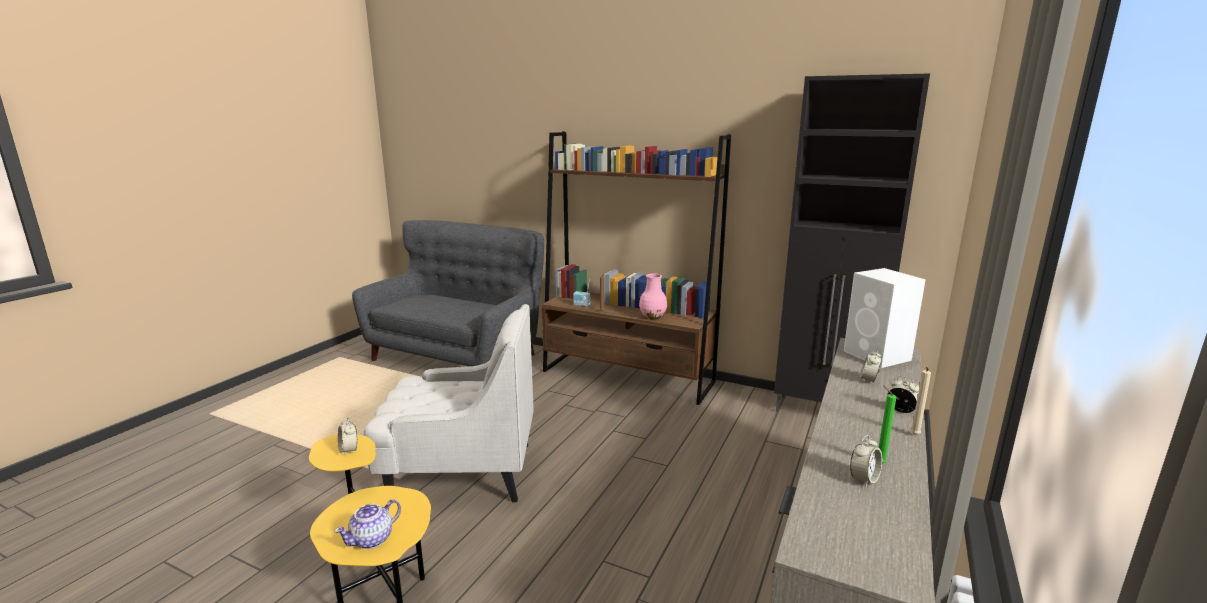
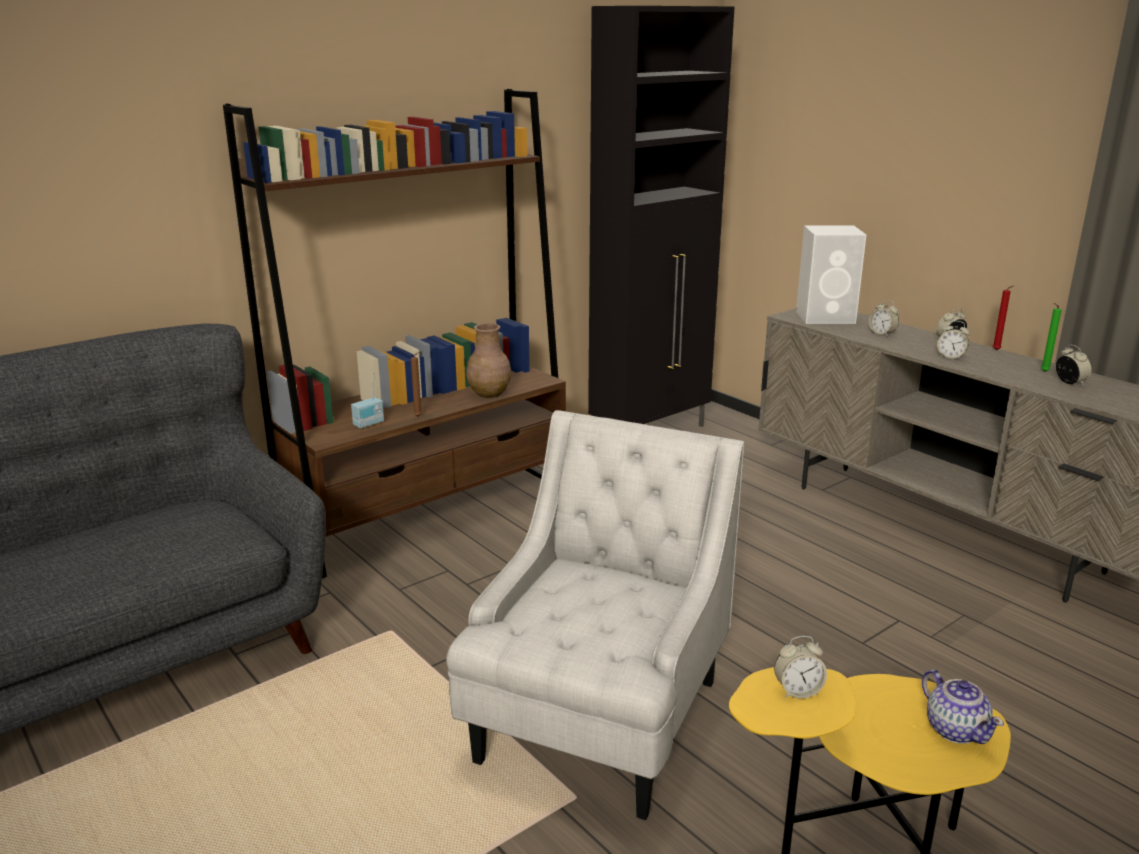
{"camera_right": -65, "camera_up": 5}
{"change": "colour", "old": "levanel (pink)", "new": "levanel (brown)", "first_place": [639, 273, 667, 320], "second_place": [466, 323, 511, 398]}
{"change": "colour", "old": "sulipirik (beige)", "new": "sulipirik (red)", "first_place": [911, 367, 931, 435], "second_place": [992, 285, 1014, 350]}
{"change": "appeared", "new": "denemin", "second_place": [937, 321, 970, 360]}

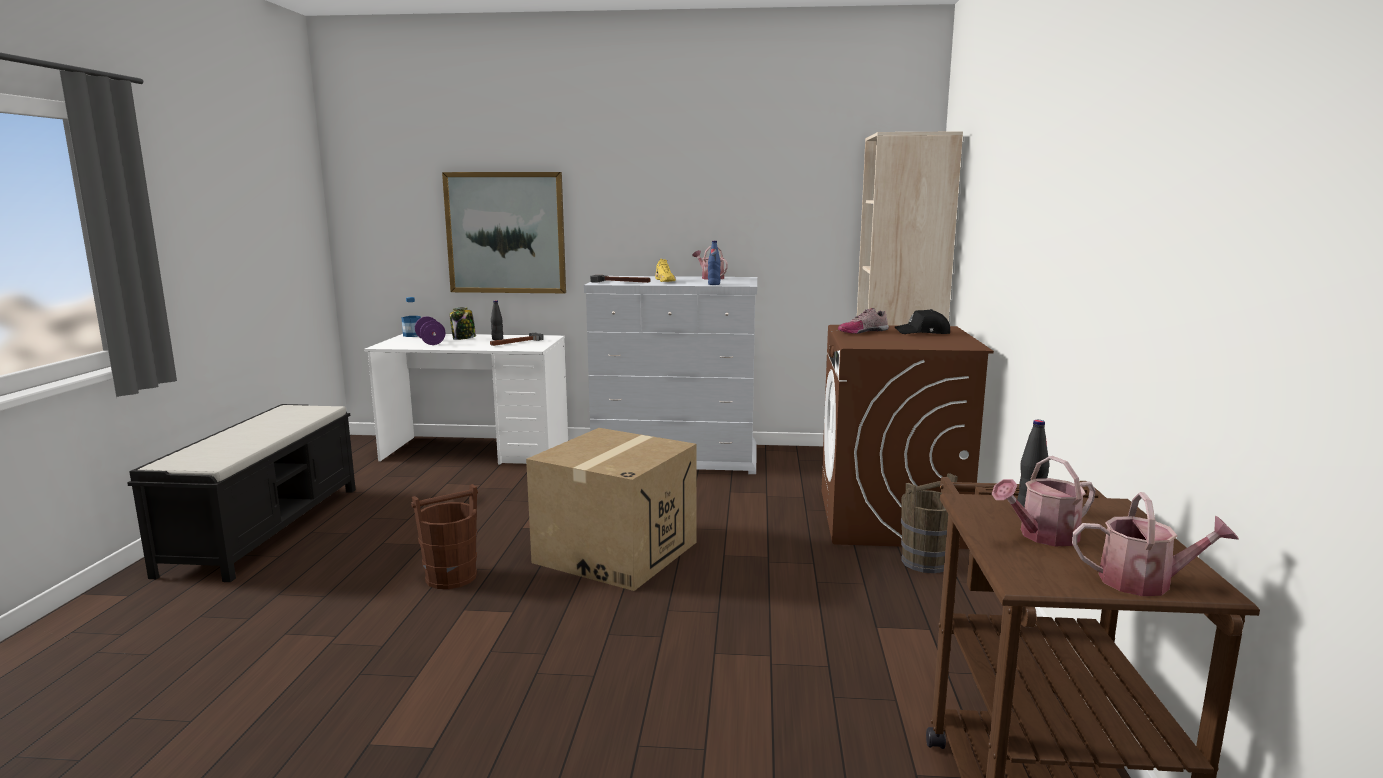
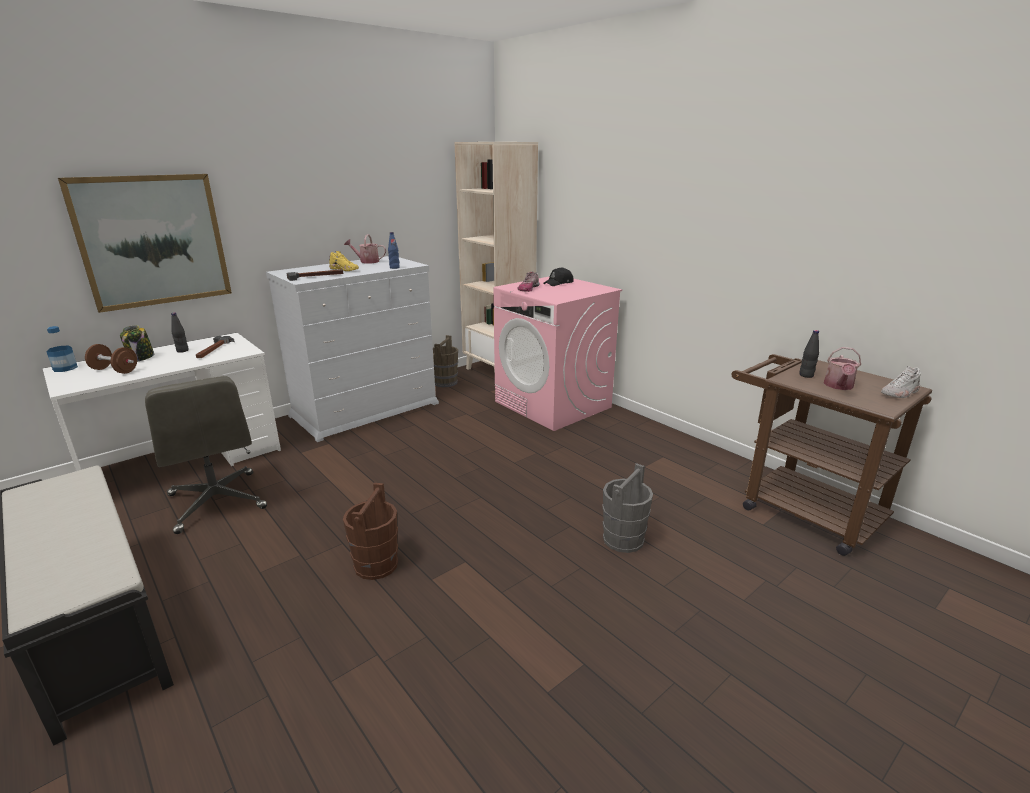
{"camera_right": -45, "camera_up": 10}
{"change": "colour", "old": "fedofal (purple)", "new": "fedofal (brown)", "first_place": [415, 316, 446, 345], "second_place": [85, 344, 137, 374]}
{"change": "colour", "old": "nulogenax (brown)", "new": "nulogenax (pink)", "first_place": [821, 325, 994, 549], "second_place": [493, 276, 622, 431]}
{"change": "missing", "old": "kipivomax", "first_place": [526, 428, 697, 591]}
{"change": "relocated", "old": "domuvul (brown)", "first_place": [901, 473, 958, 573], "second_place": [433, 335, 458, 387]}
{"change": "exchanged", "old": "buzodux", "new": "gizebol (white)", "first_place": [1072, 492, 1239, 596], "second_place": [881, 366, 921, 398]}
{"change": "appeared", "new": "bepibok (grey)", "second_place": [145, 376, 267, 534]}
{"change": "appeared", "new": "domuvul (grey)", "second_place": [602, 463, 653, 553]}

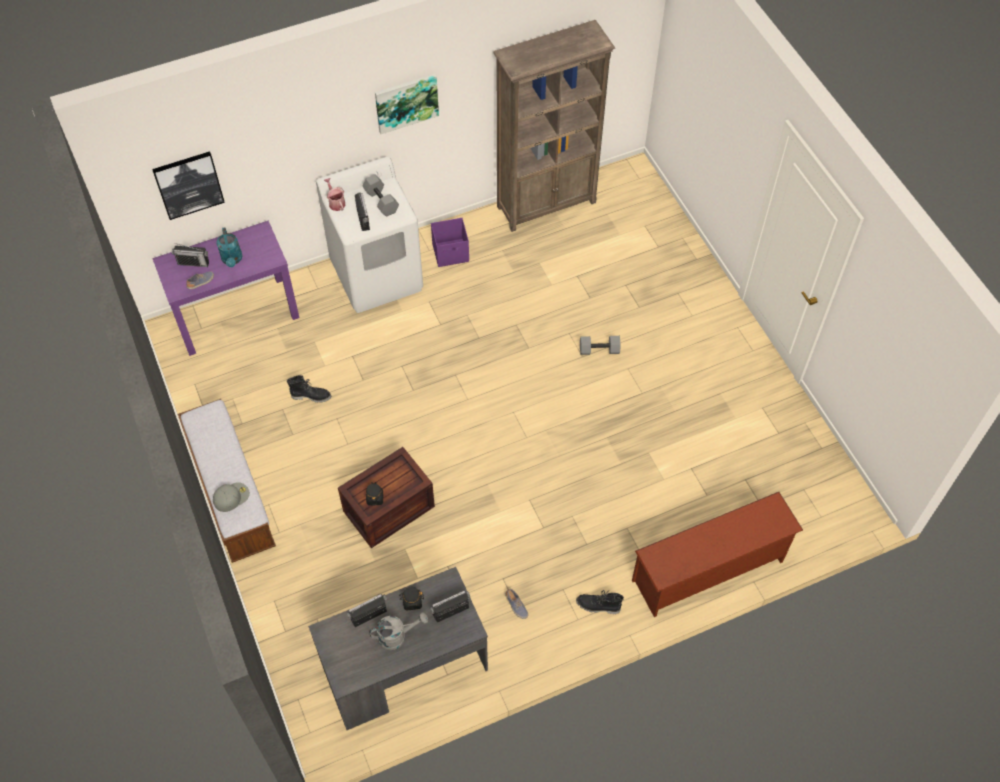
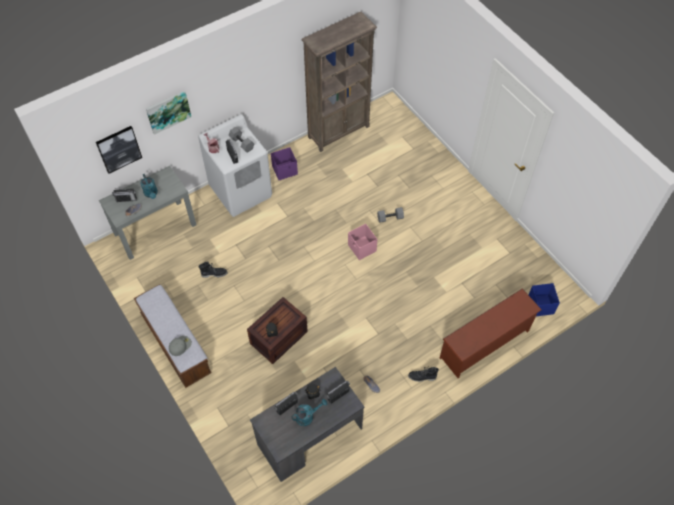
{"camera_right": -10, "camera_up": 0}
{"change": "relocated", "old": "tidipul", "first_place": [375, 74, 439, 134], "second_place": [146, 91, 191, 135]}
{"change": "colour", "old": "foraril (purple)", "new": "foraril (grey)", "first_place": [152, 221, 300, 356], "second_place": [99, 166, 196, 260]}
{"change": "colour", "old": "buzodux (grey)", "new": "buzodux (turquoise)", "first_place": [369, 612, 428, 650], "second_place": [291, 399, 327, 426]}
{"change": "appeared", "new": "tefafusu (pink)", "second_place": [348, 224, 377, 260]}
{"change": "appeared", "new": "tefafusu (blue)", "second_place": [529, 283, 560, 316]}

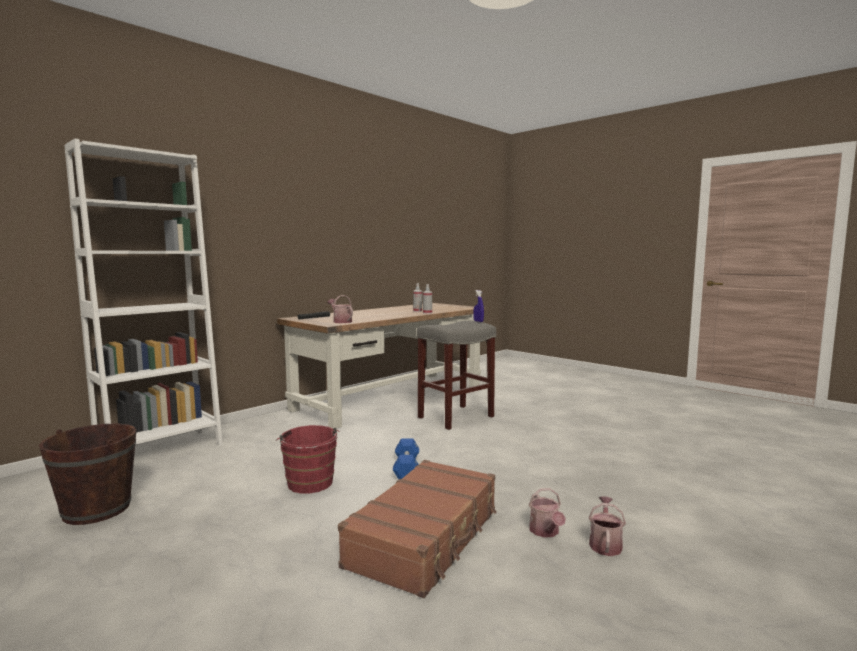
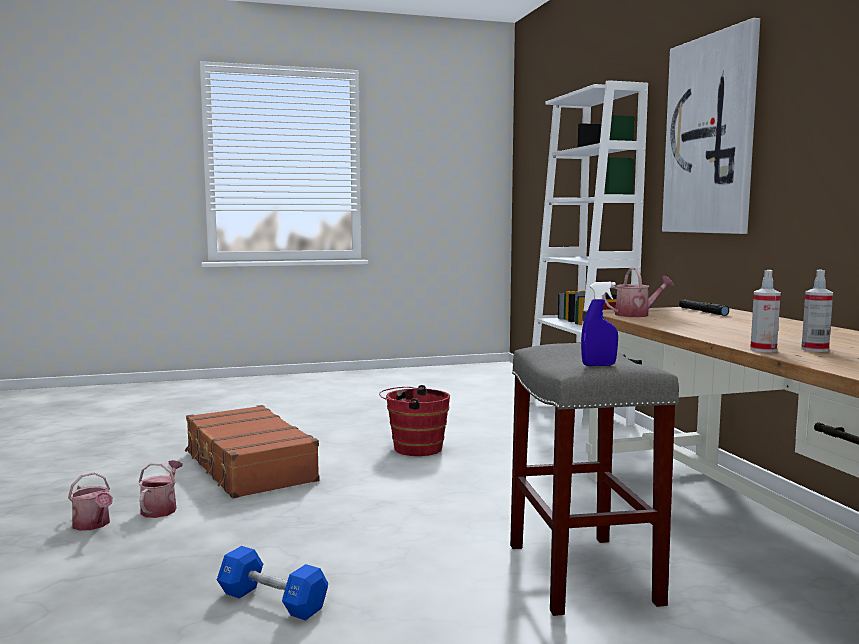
{"camera_right": 120, "camera_up": 0}
{"change": "missing", "old": "domuvul (brown)", "first_place": [39, 423, 136, 525]}
{"change": "relocated", "old": "fedofal (blue)", "first_place": [393, 439, 419, 479], "second_place": [217, 546, 328, 621]}
{"change": "spun", "old": "buzodux", "first_place": [529, 488, 566, 538], "second_place": [139, 460, 183, 518], "degrees": 75}
{"change": "appeared", "new": "tidipul", "second_place": [662, 18, 760, 234]}

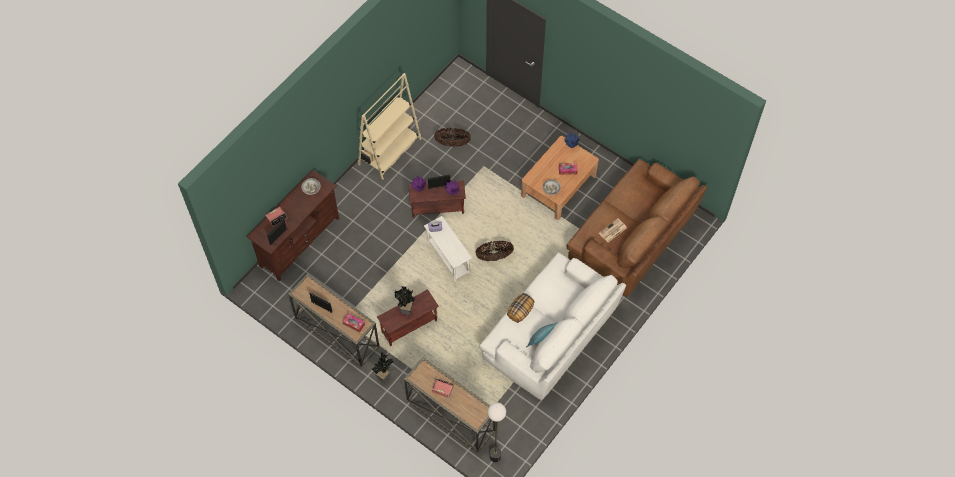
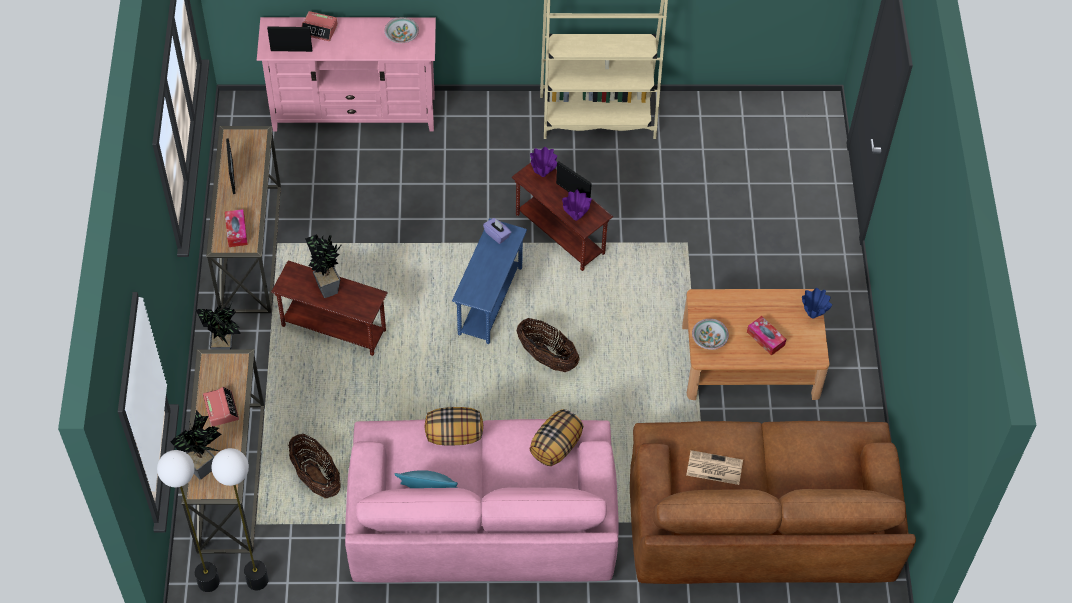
{"camera_right": 50, "camera_up": -5}
{"change": "relocated", "old": "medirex", "first_place": [434, 128, 471, 147], "second_place": [288, 434, 341, 498]}
{"change": "colour", "old": "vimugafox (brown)", "new": "vimugafox (pink)", "first_place": [247, 170, 339, 281], "second_place": [257, 17, 436, 131]}
{"change": "colour", "old": "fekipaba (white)", "new": "fekipaba (blue)", "first_place": [424, 216, 472, 281], "second_place": [452, 218, 527, 344]}
{"change": "colour", "old": "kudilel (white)", "new": "kudilel (pink)", "first_place": [480, 253, 626, 400], "second_place": [345, 419, 619, 583]}
{"change": "appeared", "new": "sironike", "second_place": [529, 409, 584, 466]}
{"change": "appeared", "new": "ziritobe", "second_place": [171, 410, 222, 480]}
{"change": "appeared", "new": "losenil", "second_place": [212, 448, 268, 590]}

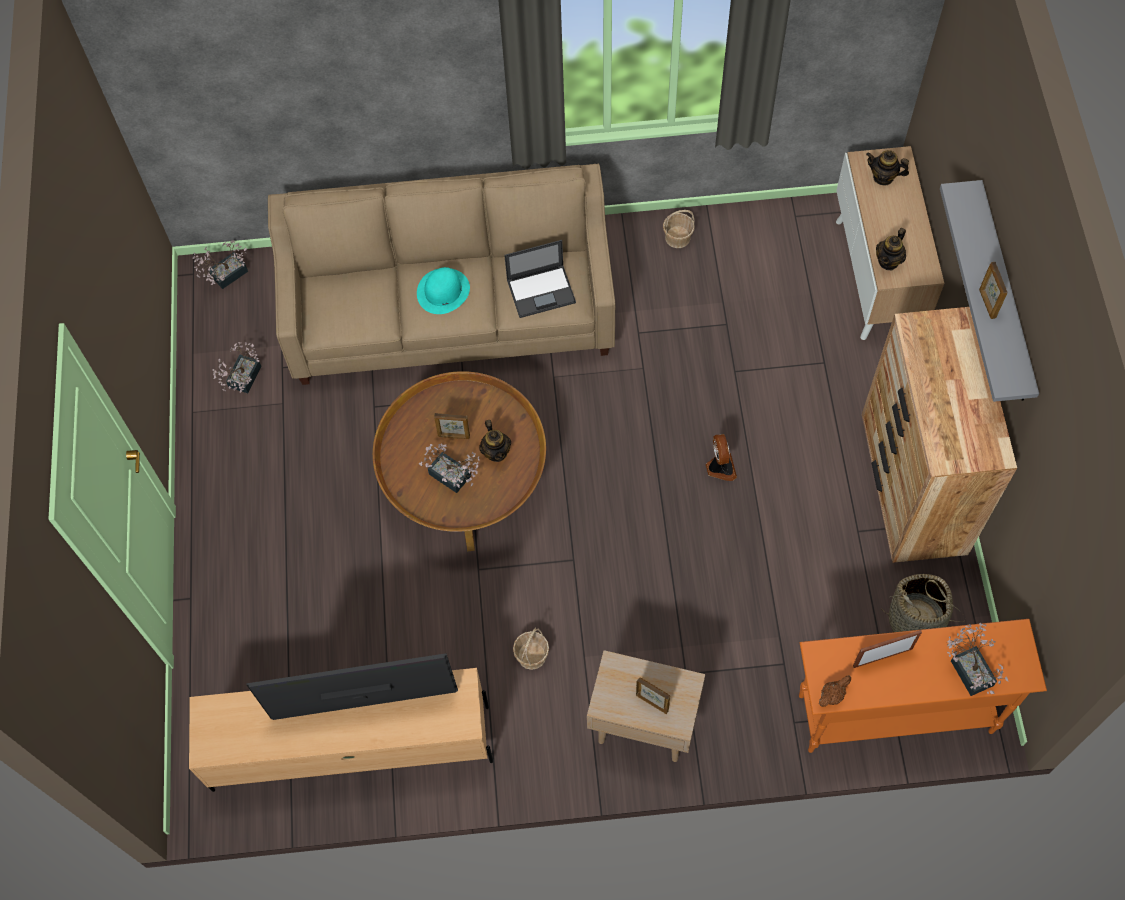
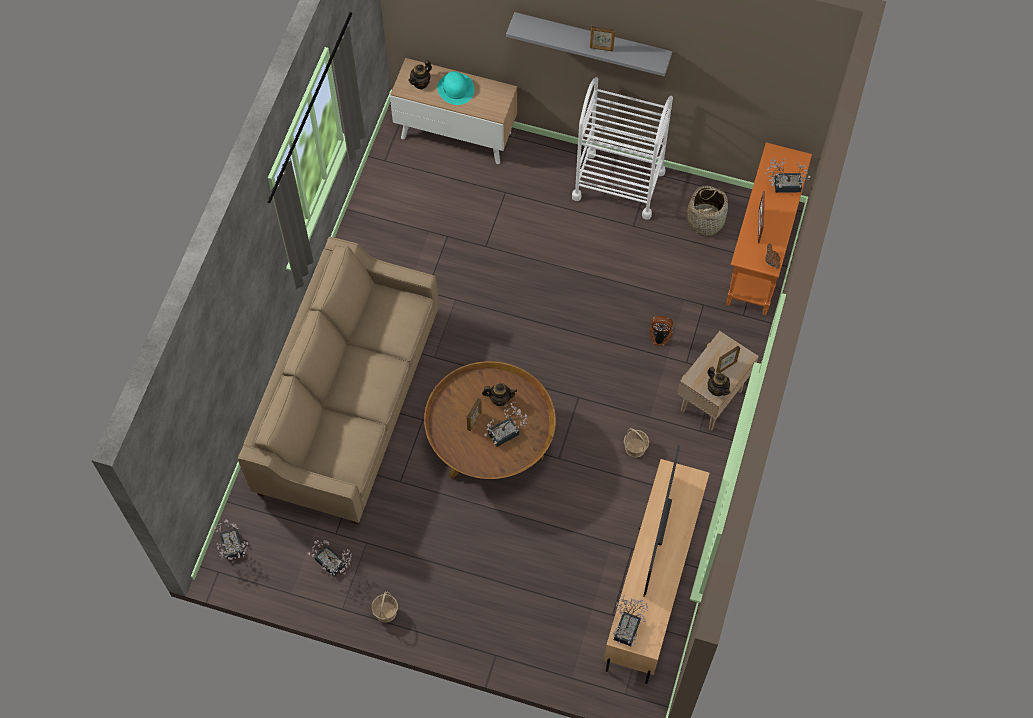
{"camera_right": -70, "camera_up": 0}
{"change": "relocated", "old": "medirex", "first_place": [663, 210, 695, 248], "second_place": [371, 591, 398, 623]}
{"change": "relocated", "old": "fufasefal", "first_place": [876, 228, 906, 270], "second_place": [707, 367, 731, 396]}
{"change": "missing", "old": "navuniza", "first_place": [504, 240, 576, 318]}
{"change": "relocated", "old": "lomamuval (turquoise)", "first_place": [417, 267, 470, 314], "second_place": [437, 71, 475, 105]}
{"change": "exchanged", "old": "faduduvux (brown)", "new": "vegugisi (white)", "first_place": [862, 307, 1017, 563], "second_place": [572, 77, 673, 220]}
{"change": "relocated", "old": "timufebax", "first_place": [706, 434, 737, 481], "second_place": [649, 316, 673, 346]}
{"change": "appeared", "new": "ziritobe", "second_place": [613, 595, 649, 646]}

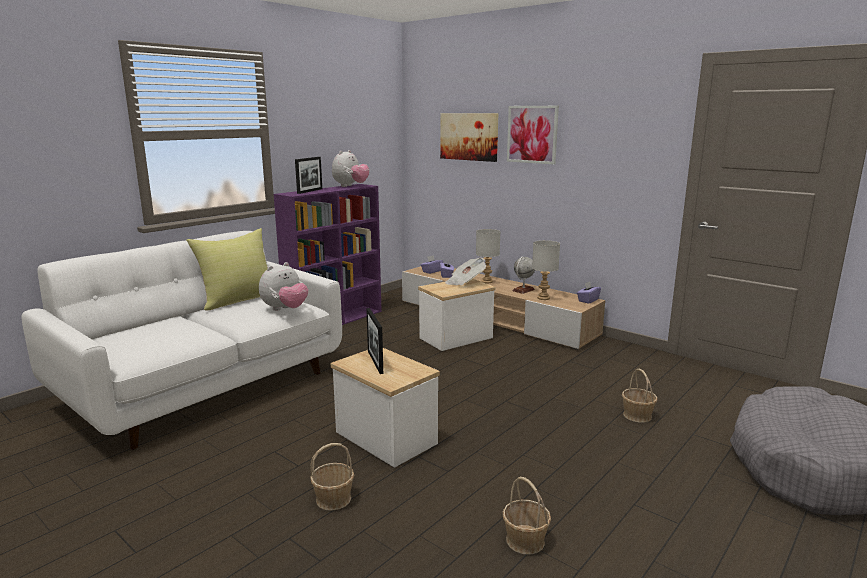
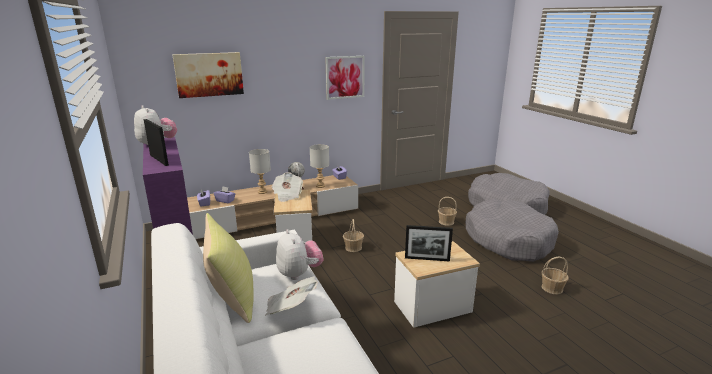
{"camera_right": -65, "camera_up": 5}
{"change": "relocated", "old": "tidipul", "first_place": [507, 106, 559, 164], "second_place": [325, 56, 365, 100]}
{"change": "relocated", "old": "medirex", "first_place": [310, 443, 354, 511], "second_place": [343, 219, 364, 252]}
{"change": "appeared", "new": "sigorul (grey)", "second_place": [466, 199, 559, 262]}
{"change": "appeared", "new": "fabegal", "second_place": [265, 276, 318, 316]}

